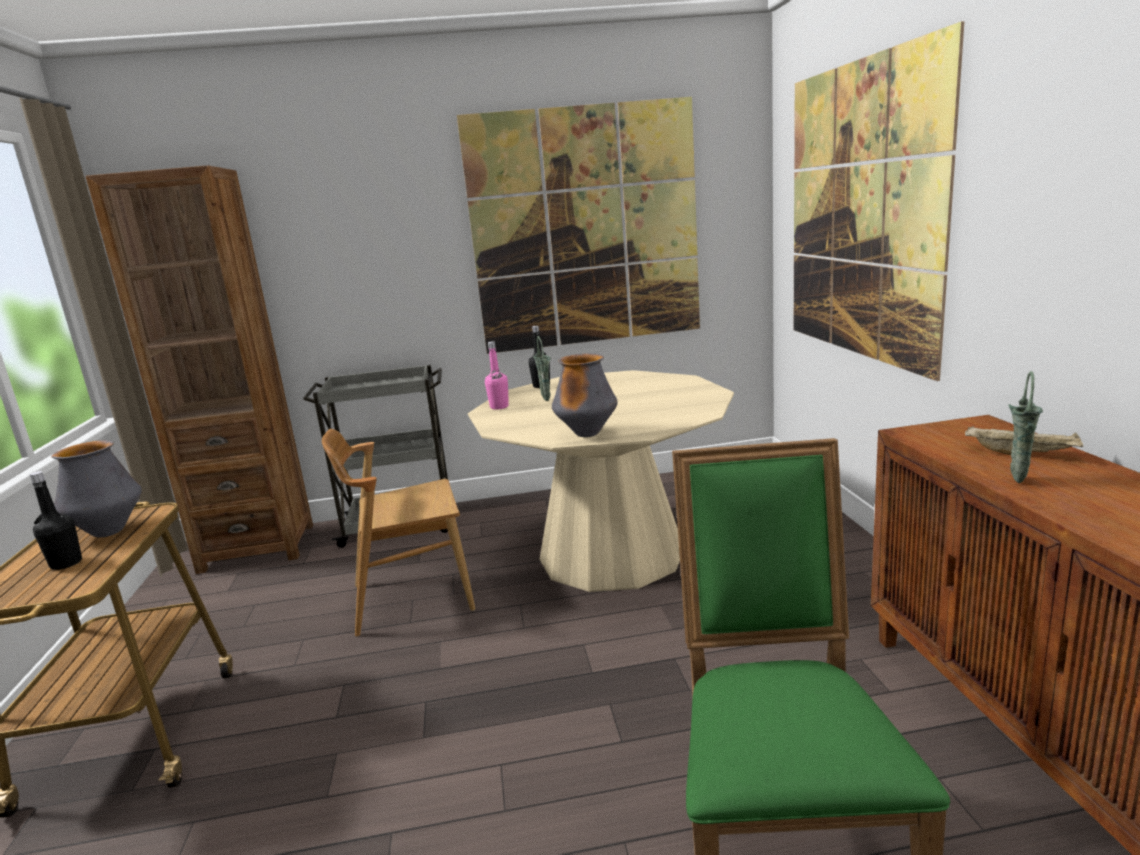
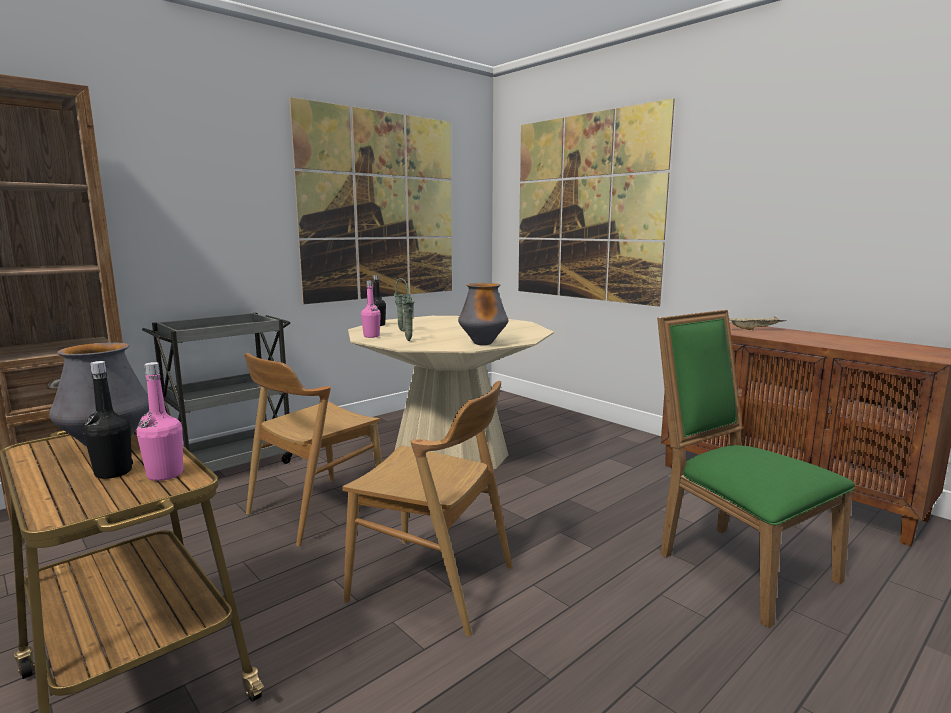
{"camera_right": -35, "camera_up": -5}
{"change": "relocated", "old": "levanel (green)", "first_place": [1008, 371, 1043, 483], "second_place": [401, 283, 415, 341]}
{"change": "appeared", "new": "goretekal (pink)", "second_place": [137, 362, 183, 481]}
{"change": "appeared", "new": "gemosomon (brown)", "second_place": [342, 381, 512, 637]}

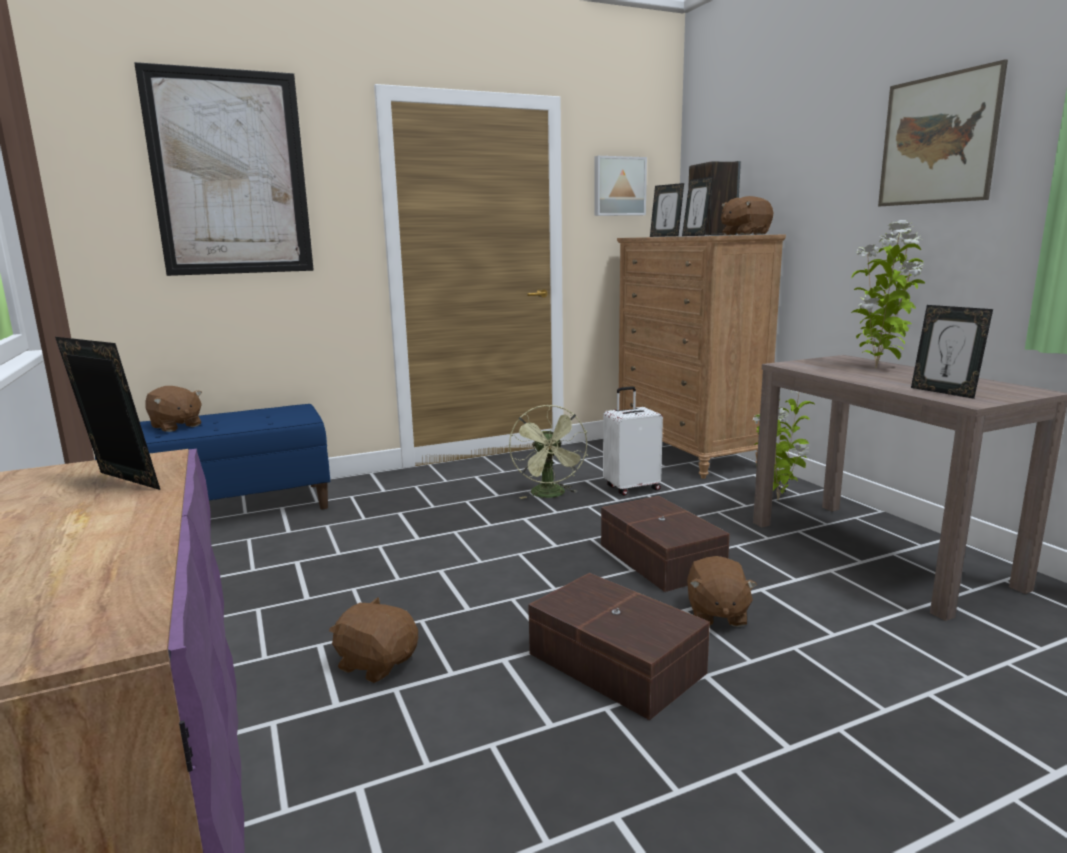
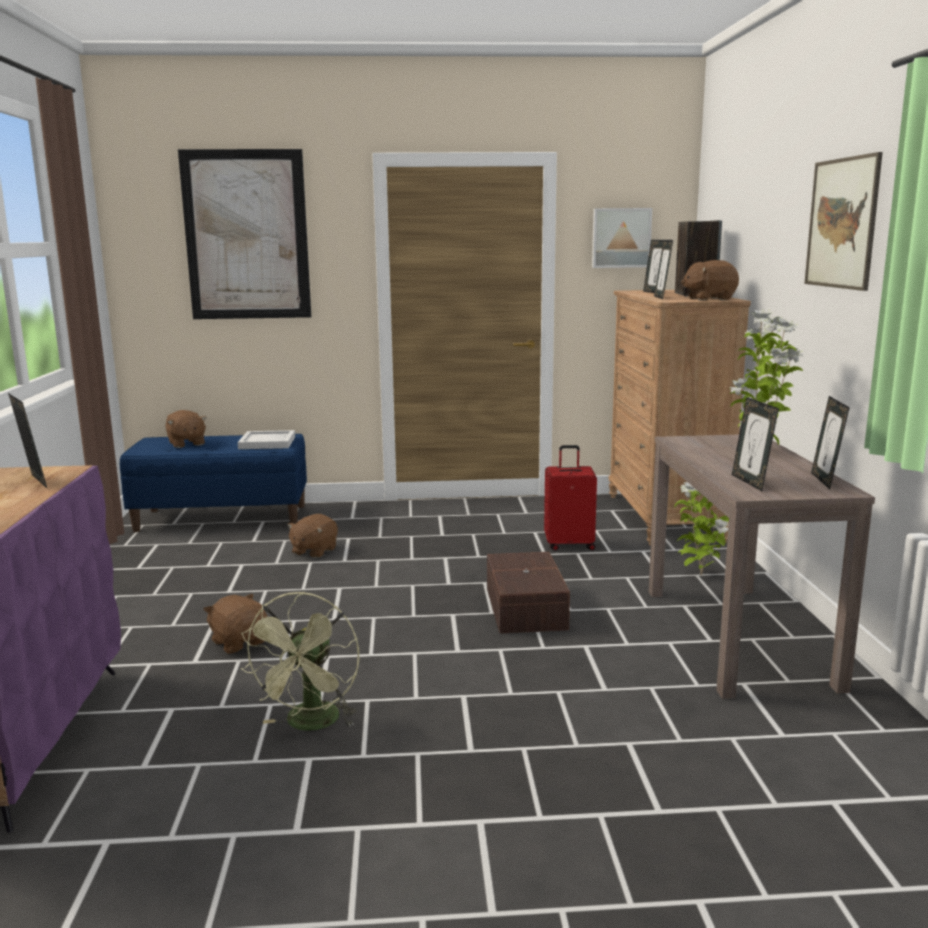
{"camera_right": 20, "camera_up": 0}
{"change": "colour", "old": "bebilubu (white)", "new": "bebilubu (red)", "first_place": [603, 386, 663, 496], "second_place": [544, 445, 597, 551]}
{"change": "relocated", "old": "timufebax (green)", "first_place": [509, 405, 588, 499], "second_place": [241, 592, 359, 731]}
{"change": "relocated", "old": "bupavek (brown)", "first_place": [687, 556, 757, 627], "second_place": [287, 514, 338, 558]}
{"change": "missing", "old": "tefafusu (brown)", "first_place": [528, 573, 710, 720]}
{"change": "appeared", "new": "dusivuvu", "second_place": [811, 396, 850, 489]}
{"change": "appeared", "new": "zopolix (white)", "second_place": [238, 430, 295, 449]}

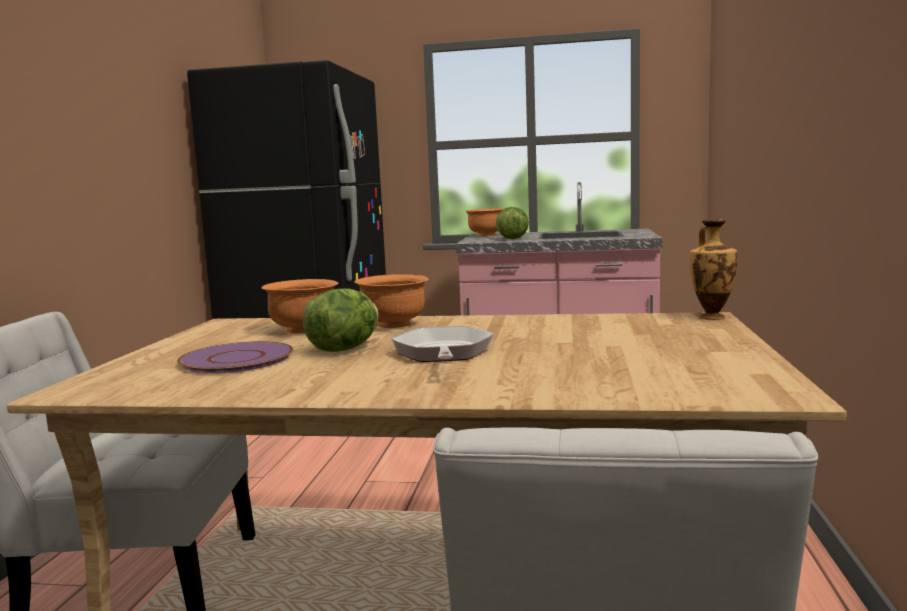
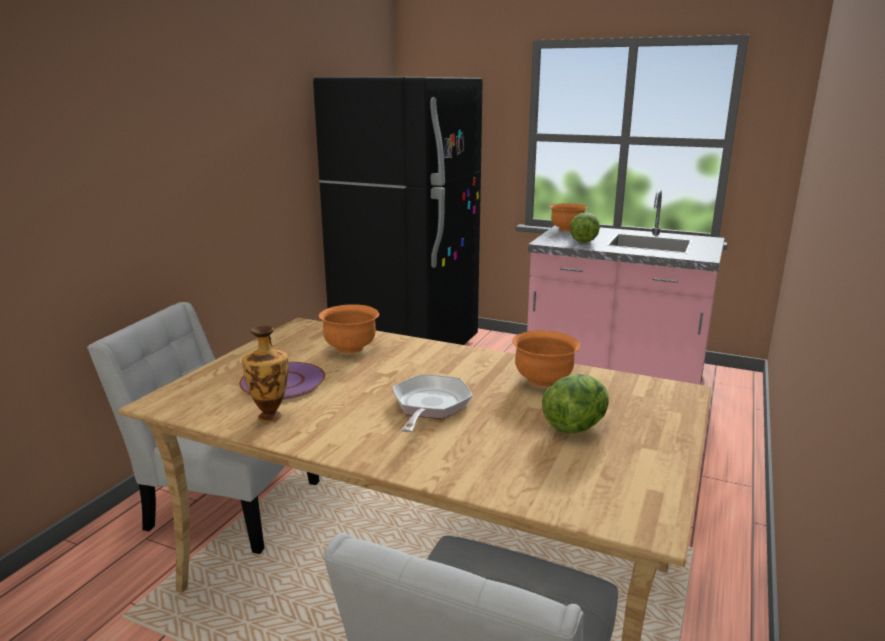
{"camera_right": 15, "camera_up": 10}
{"change": "relocated", "old": "levanel", "first_place": [689, 219, 737, 320], "second_place": [242, 325, 289, 423]}
{"change": "relocated", "old": "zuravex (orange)", "first_place": [354, 274, 429, 328], "second_place": [512, 330, 580, 387]}
{"change": "relocated", "old": "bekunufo", "first_place": [303, 289, 379, 352], "second_place": [542, 374, 609, 433]}

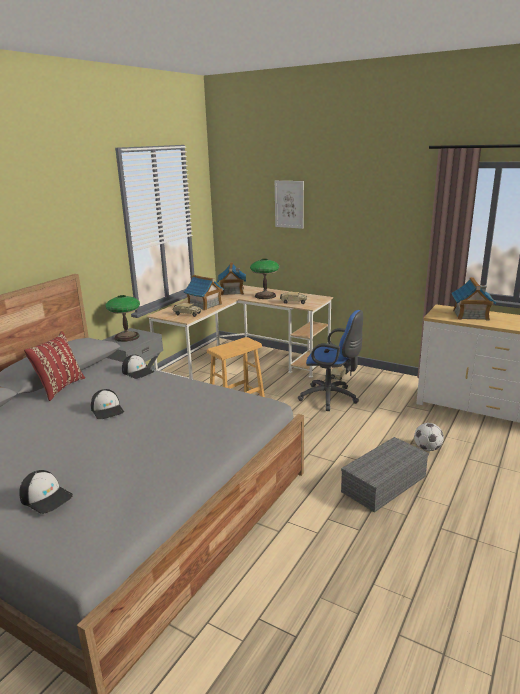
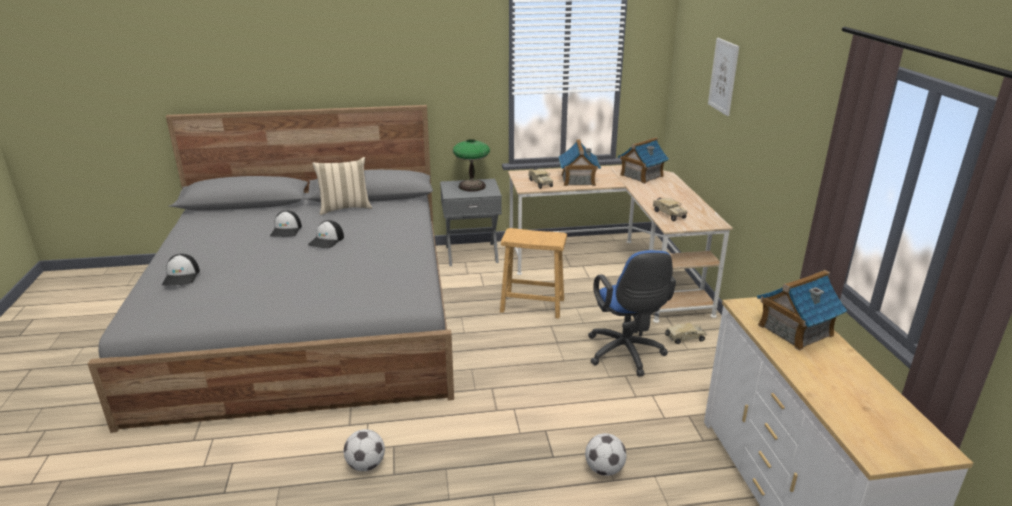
{"camera_right": 50, "camera_up": 5}
{"change": "missing", "old": "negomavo", "first_place": [250, 259, 279, 299]}
{"change": "colour", "old": "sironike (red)", "new": "sironike (beige)", "first_place": [24, 331, 85, 401], "second_place": [312, 157, 372, 215]}
{"change": "relocated", "old": "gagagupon", "first_place": [122, 355, 154, 379], "second_place": [270, 211, 302, 237]}
{"change": "missing", "old": "tefafusu (grey)", "first_place": [341, 437, 429, 512]}
{"change": "appeared", "new": "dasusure", "second_place": [344, 429, 385, 471]}

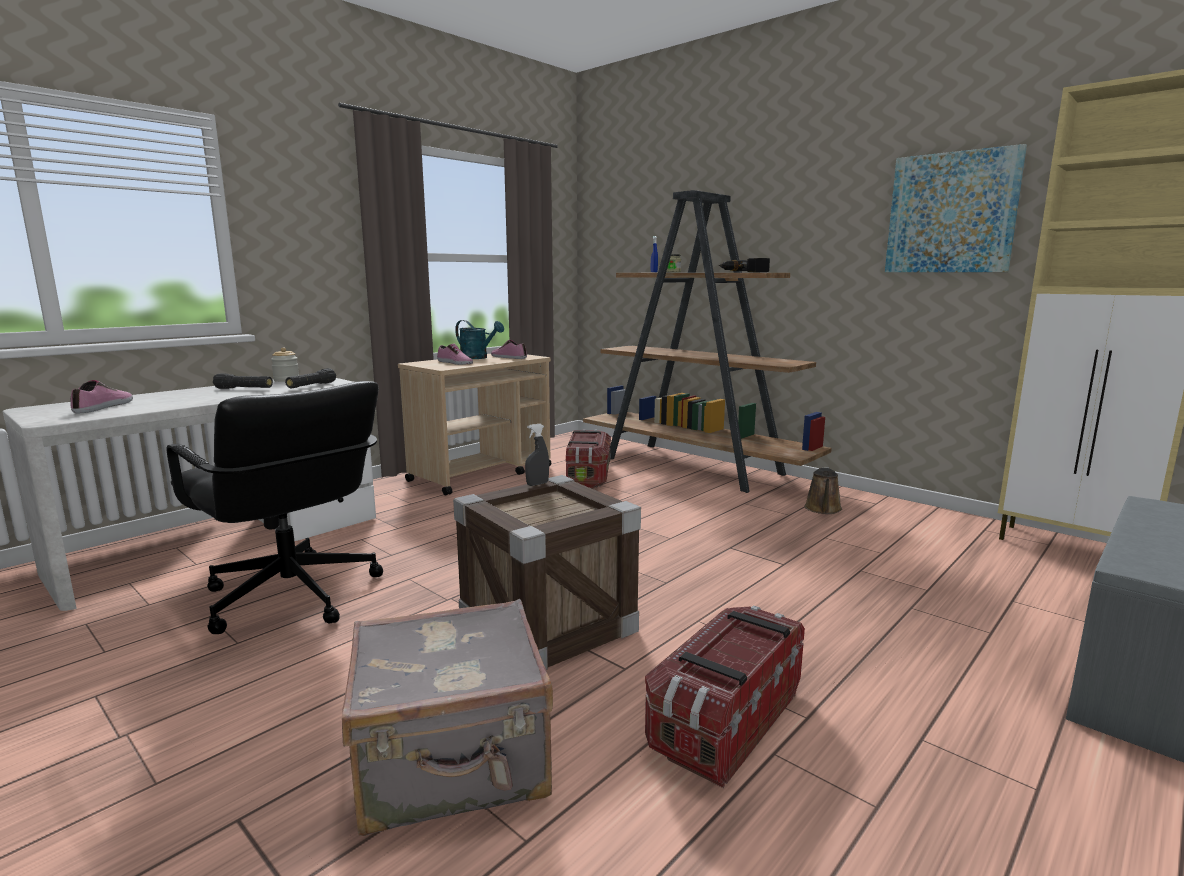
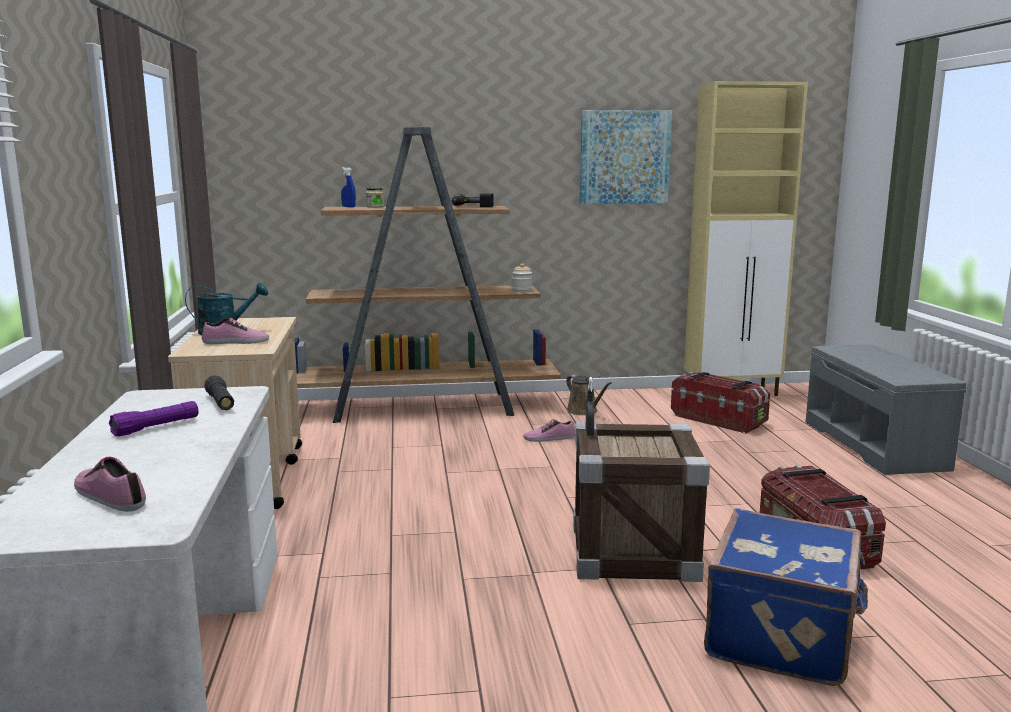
{"camera_right": -50, "camera_up": 0}
{"change": "relocated", "old": "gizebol", "first_place": [491, 340, 527, 359], "second_place": [524, 419, 575, 442]}
{"change": "relocated", "old": "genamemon", "first_place": [271, 347, 299, 382], "second_place": [512, 264, 532, 292]}
{"change": "colour", "old": "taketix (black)", "new": "taketix (purple)", "first_place": [213, 373, 273, 389], "second_place": [109, 401, 198, 437]}
{"change": "missing", "old": "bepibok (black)", "first_place": [167, 381, 383, 634]}
{"change": "relocated", "old": "tefafusu", "first_place": [566, 429, 611, 488], "second_place": [671, 372, 770, 433]}
{"change": "colour", "old": "bebilubu (grey)", "new": "bebilubu (blue)", "first_place": [342, 599, 553, 836], "second_place": [704, 508, 868, 686]}

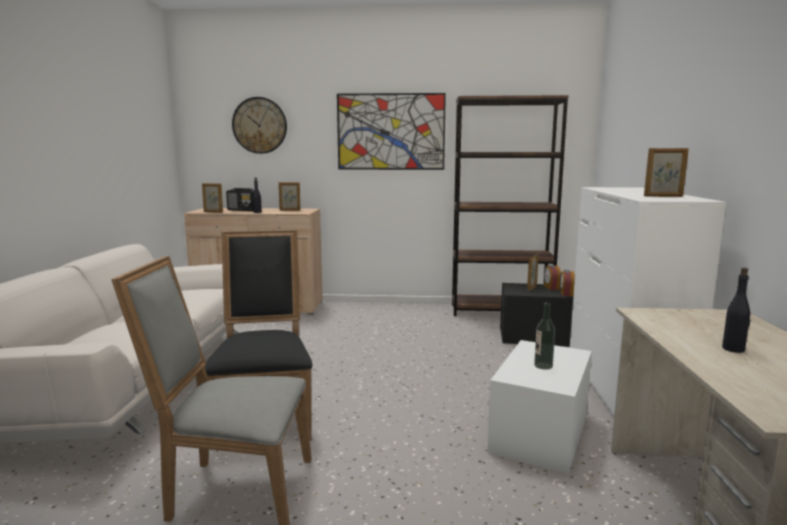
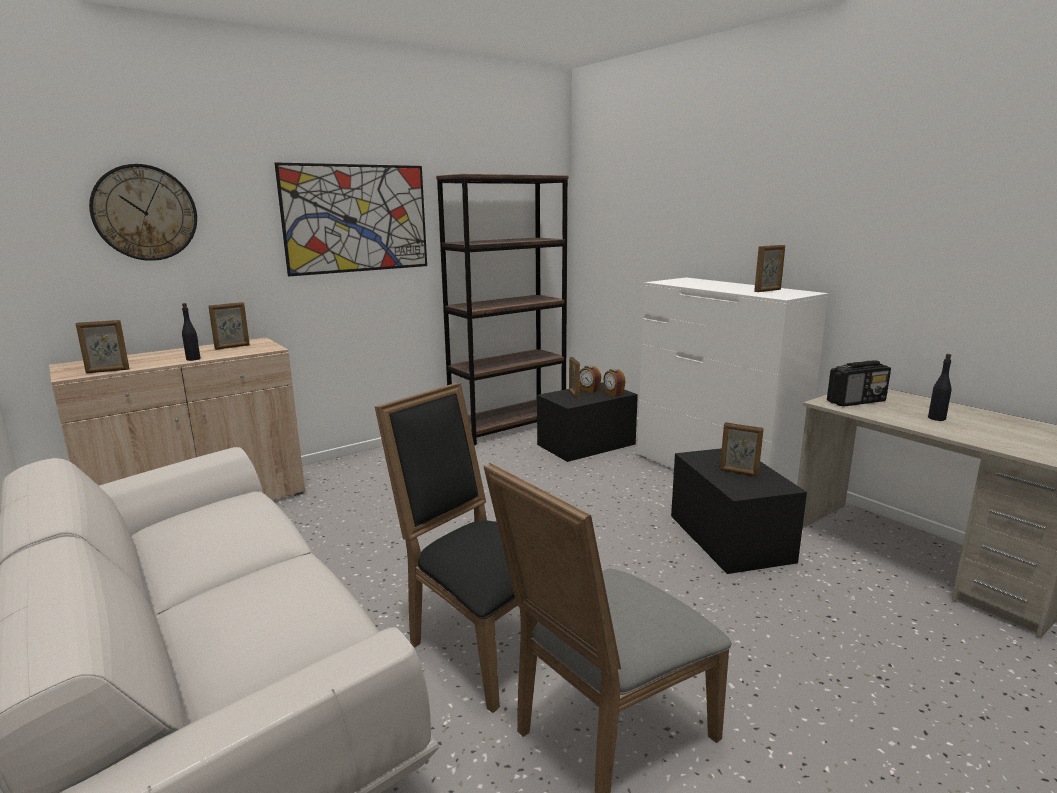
{"camera_right": -40, "camera_up": 5}
{"change": "relocated", "old": "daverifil", "first_place": [226, 188, 254, 211], "second_place": [827, 360, 891, 407]}
{"change": "exchanged", "old": "goretekal", "new": "dusivuvu", "first_place": [534, 302, 555, 370], "second_place": [720, 422, 764, 477]}
{"change": "colour", "old": "tefafusu (white)", "new": "tefafusu (black)", "first_place": [487, 340, 592, 474], "second_place": [671, 448, 807, 574]}

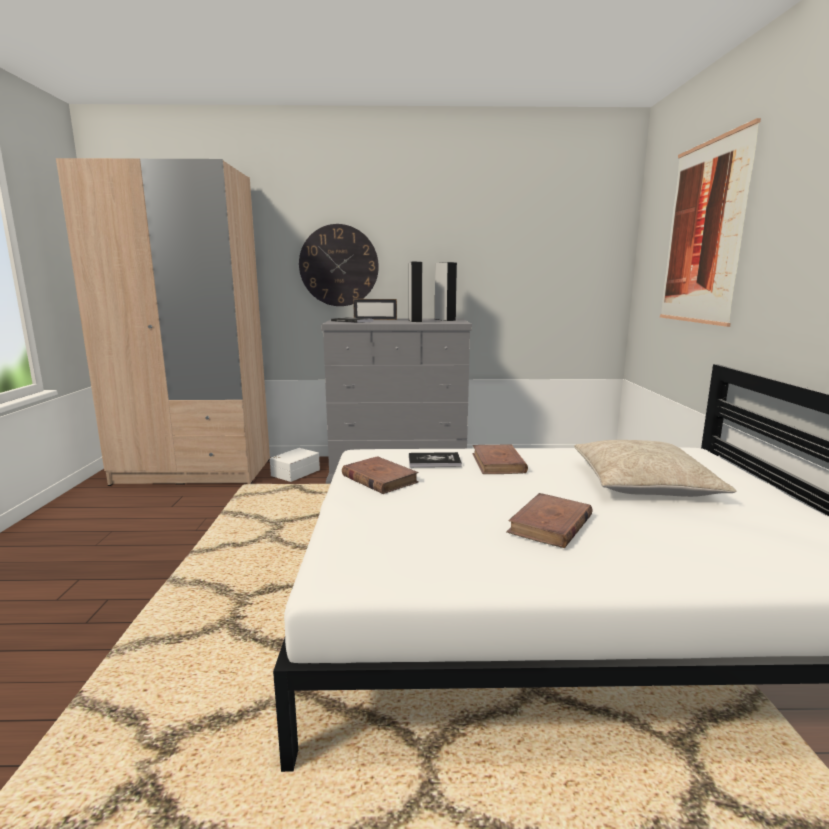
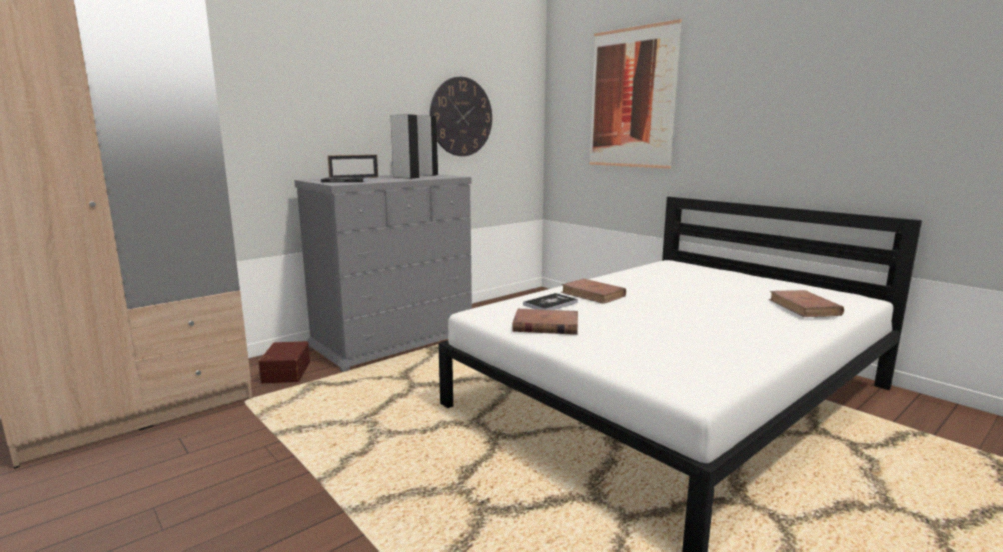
{"camera_right": -40, "camera_up": 0}
{"change": "relocated", "old": "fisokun", "first_place": [299, 224, 379, 306], "second_place": [430, 77, 492, 156]}
{"change": "missing", "old": "sironike (beige)", "first_place": [574, 440, 736, 497]}
{"change": "colour", "old": "tefafusu (white)", "new": "tefafusu (brown)", "first_place": [270, 448, 320, 482], "second_place": [258, 341, 310, 383]}
{"change": "relocated", "old": "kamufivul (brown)", "first_place": [506, 493, 592, 548], "second_place": [769, 290, 844, 317]}

